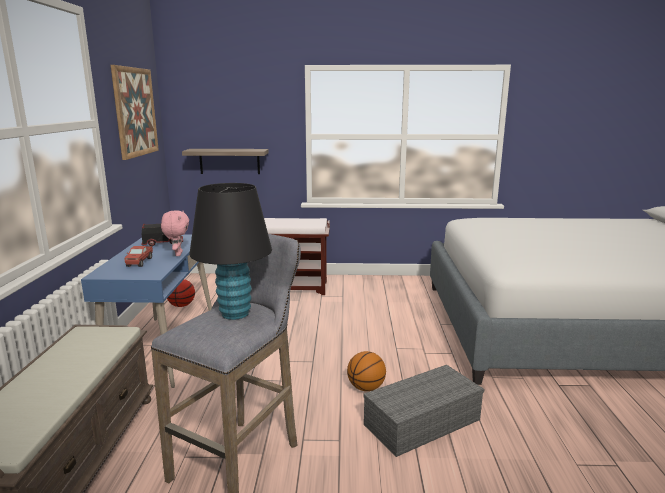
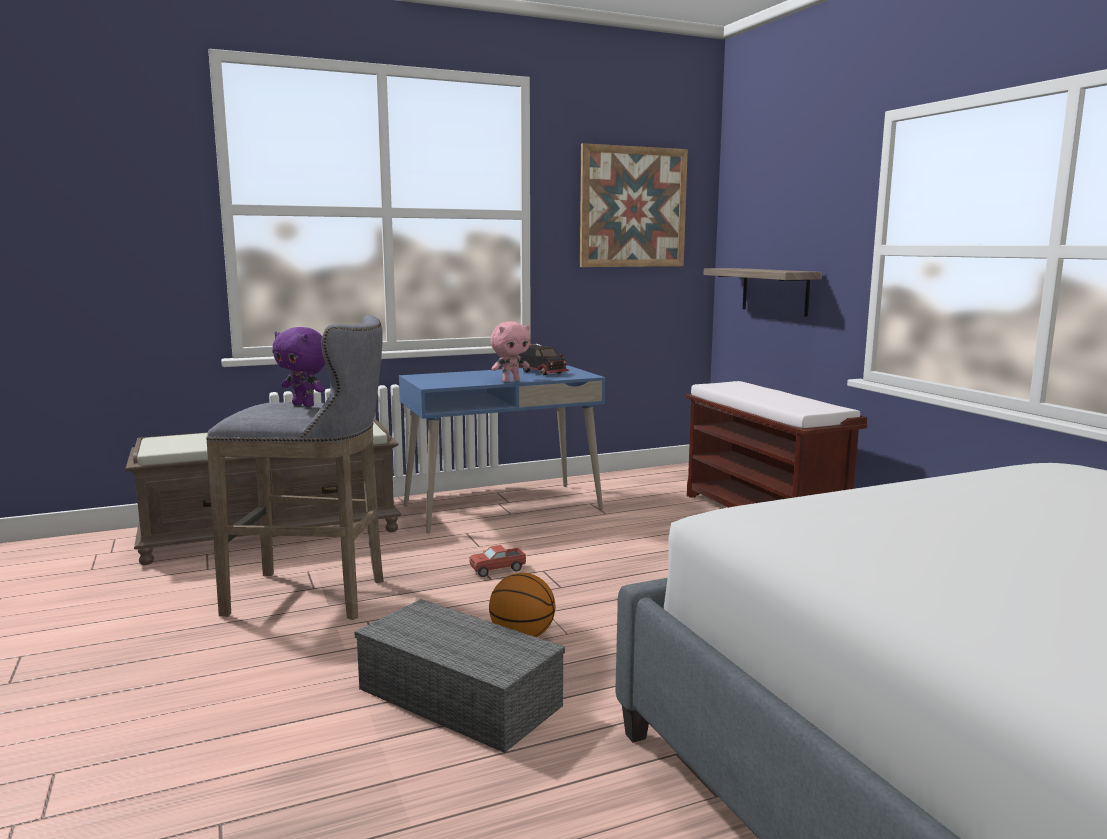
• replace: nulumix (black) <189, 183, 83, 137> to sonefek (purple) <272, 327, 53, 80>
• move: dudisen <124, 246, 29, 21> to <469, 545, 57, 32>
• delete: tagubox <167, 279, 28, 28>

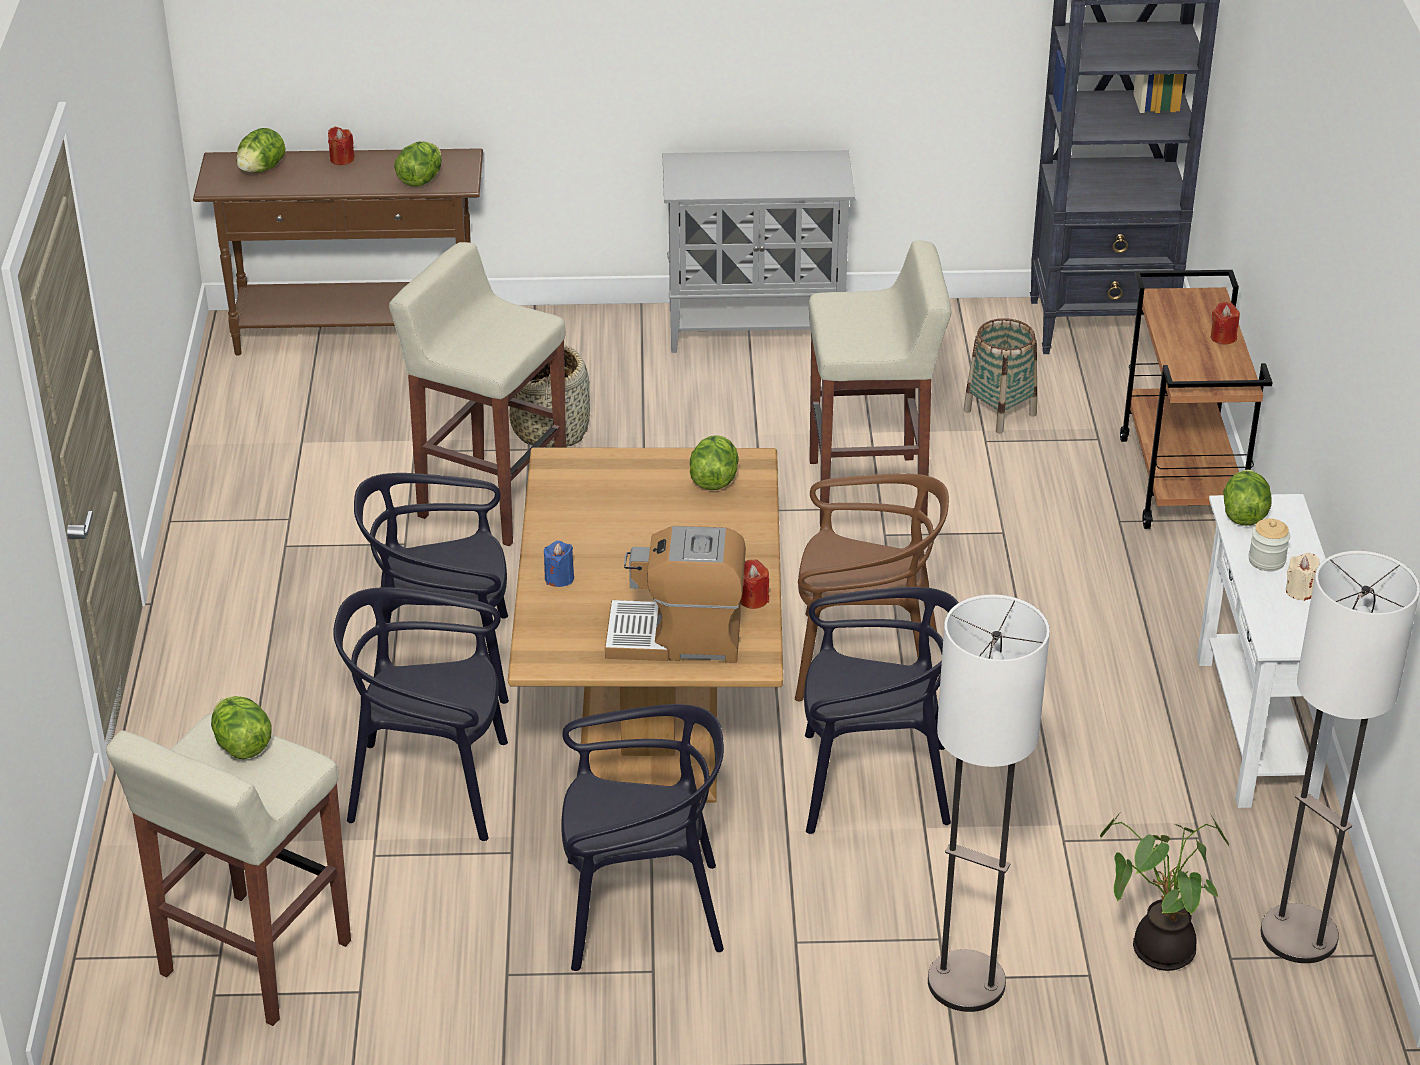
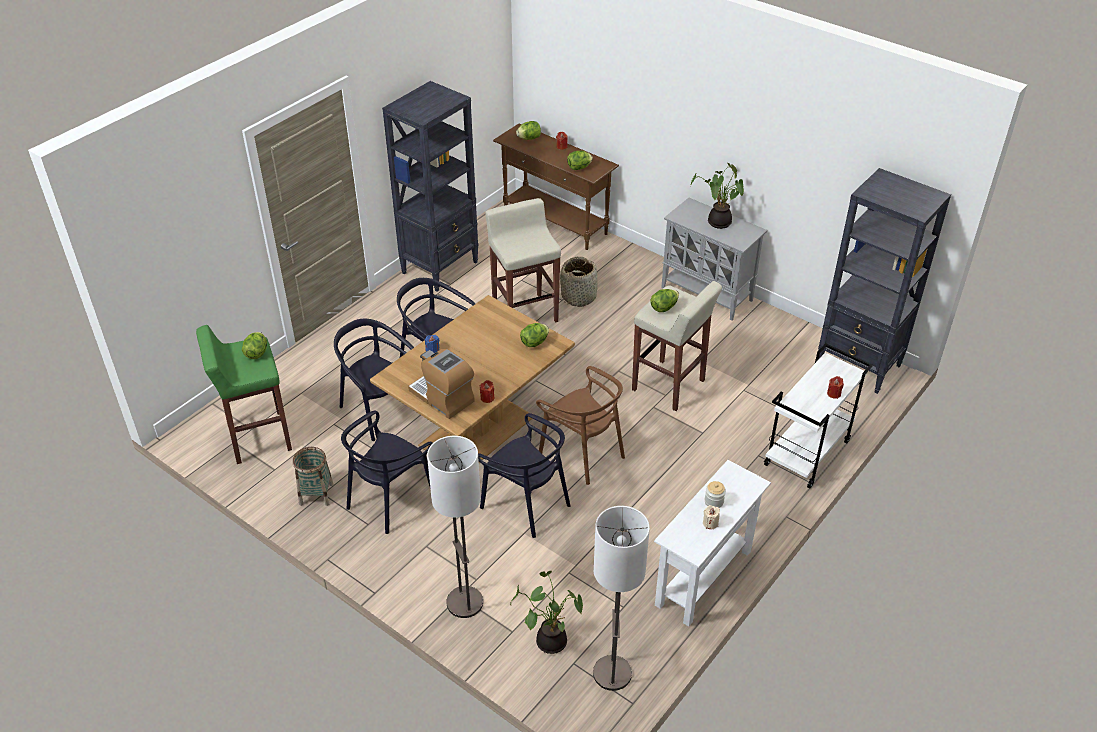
• recolor: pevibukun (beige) <106, 713, 245, 313> to pevibukun (green) <196, 325, 96, 139>
• move: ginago <963, 318, 74, 115> to <292, 447, 42, 59>
• rotate: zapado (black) <561, 704, 163, 267> = <341, 411, 92, 123> 90 degrees clockwise
• insert: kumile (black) <382, 81, 97, 210>
• move: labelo <1223, 470, 49, 56> to <650, 289, 29, 23>
• insert: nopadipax <690, 163, 54, 66>
• recolor: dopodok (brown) <1120, 270, 153, 259> to dopodok (white) <764, 343, 109, 146>

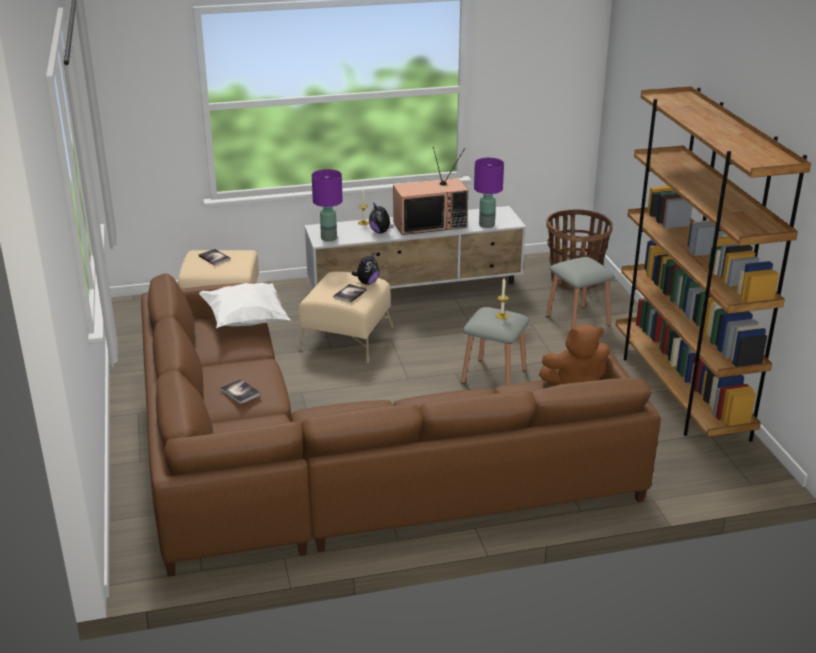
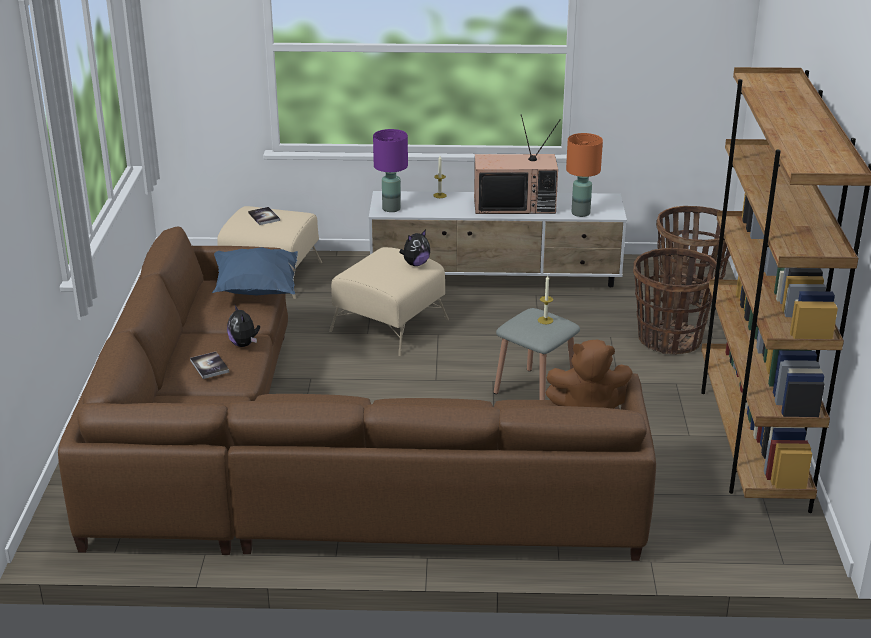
• recolor: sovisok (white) <199, 283, 92, 45> to sovisok (blue) <212, 247, 86, 48>
• move: sonefek <369, 203, 25, 30> to <227, 305, 33, 42>
• recolor: nulumix (purple) <474, 158, 30, 70> to nulumix (orange) <566, 133, 37, 84>
• replace: pevibukun (grey) <546, 257, 69, 72> to ginago <633, 248, 87, 106>
• delete: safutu <333, 284, 34, 19>

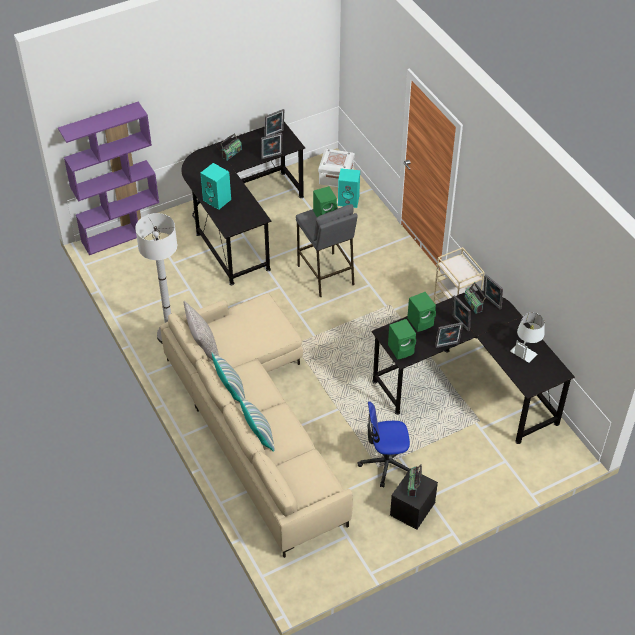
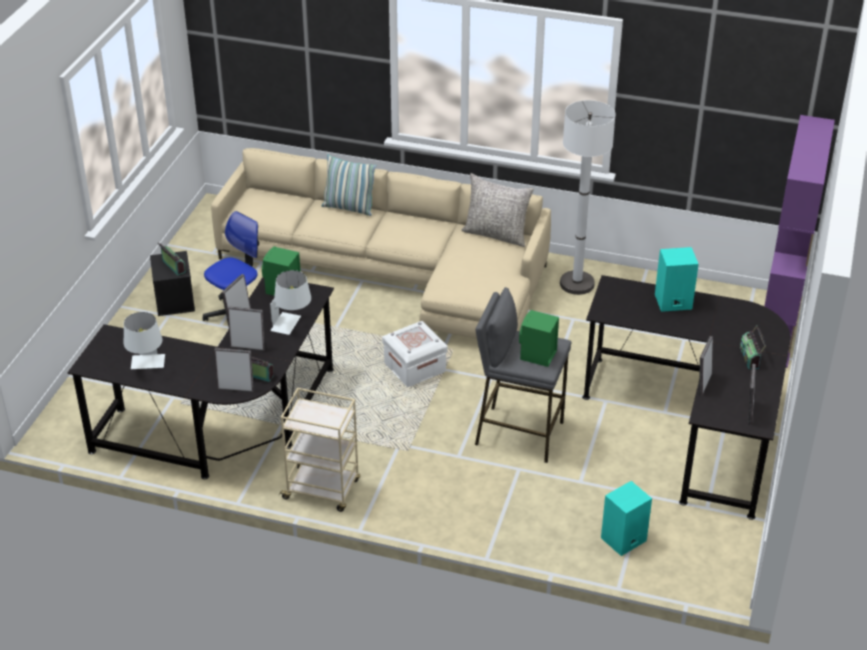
• replace: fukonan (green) <407, 292, 29, 40> to nulumix (white) <270, 270, 41, 65>
• move: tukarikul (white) <318, 149, 37, 38> to <382, 321, 66, 66>
• delete: sovisok <212, 352, 34, 50>

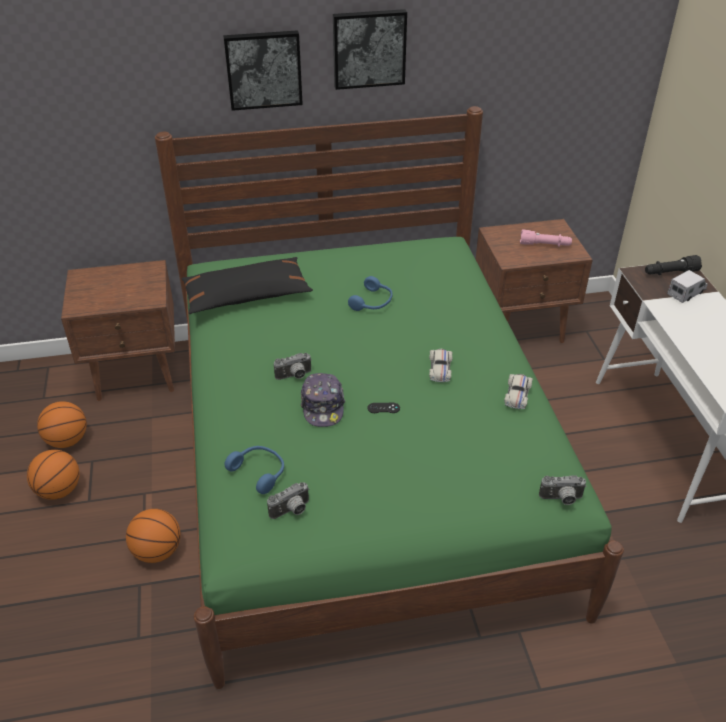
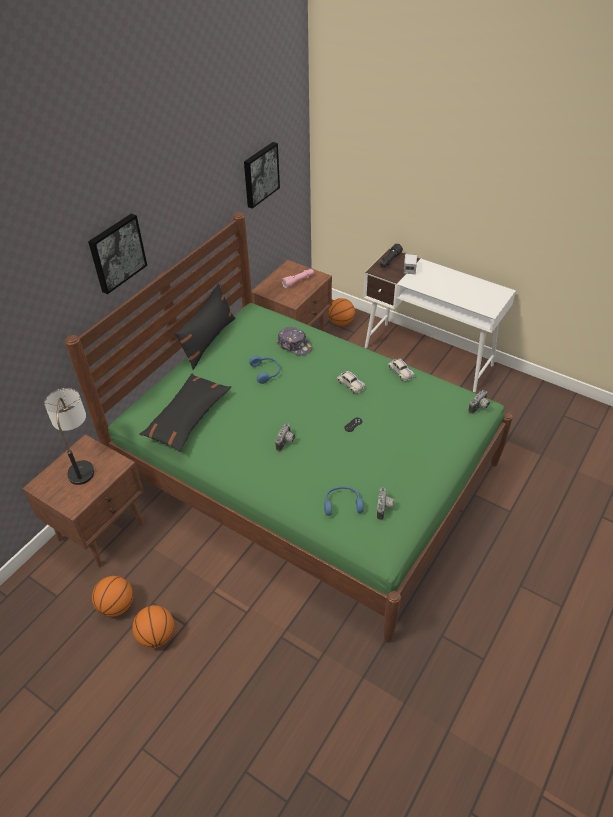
• insert: nulumix <44, 388, 50, 97>
• insert: sovisok (black) <175, 283, 60, 87>
• move: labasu <333, 9, 74, 81> to <244, 142, 36, 67>
• move: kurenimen <301, 373, 44, 54> to <277, 327, 36, 29>
• move: tagubox <126, 509, 55, 54> to <327, 298, 28, 28>

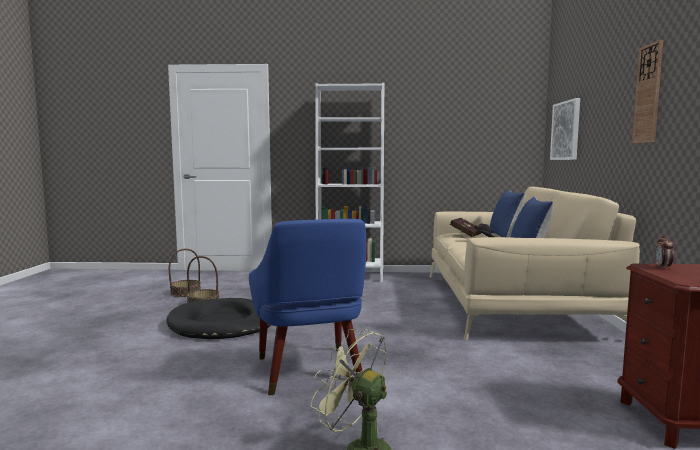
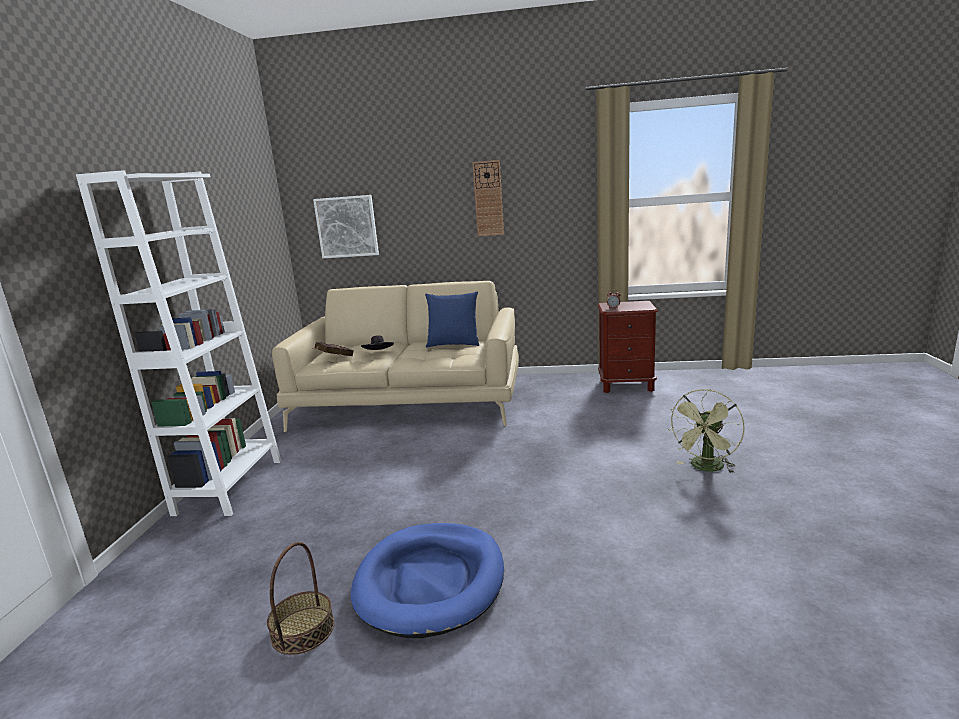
• recolor: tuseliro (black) <166, 298, 105, 41> to tuseliro (blue) <351, 523, 153, 115>
• delete: ginago <169, 249, 32, 48>
• delete: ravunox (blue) <249, 219, 118, 176>
• delete: sovisok (blue) <490, 189, 35, 48>

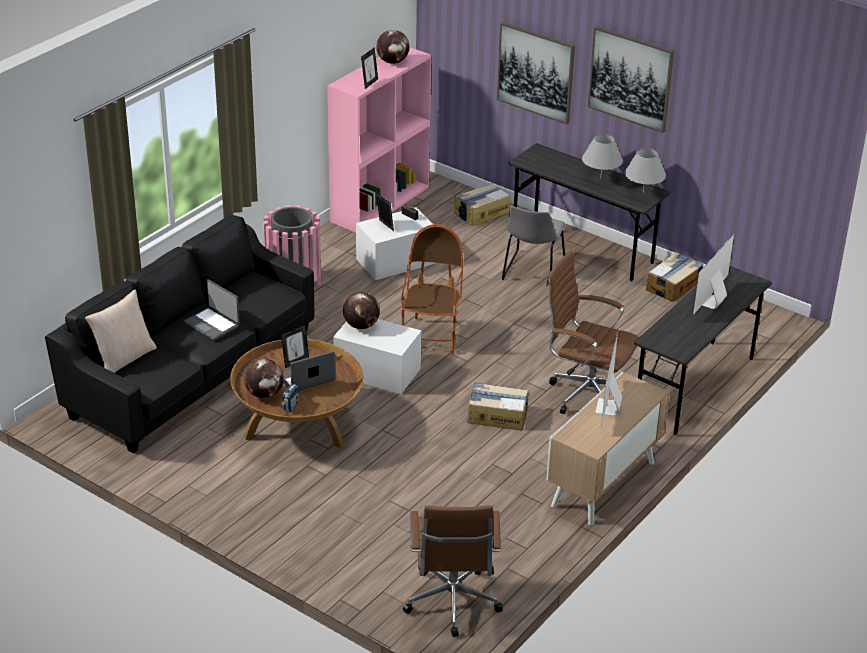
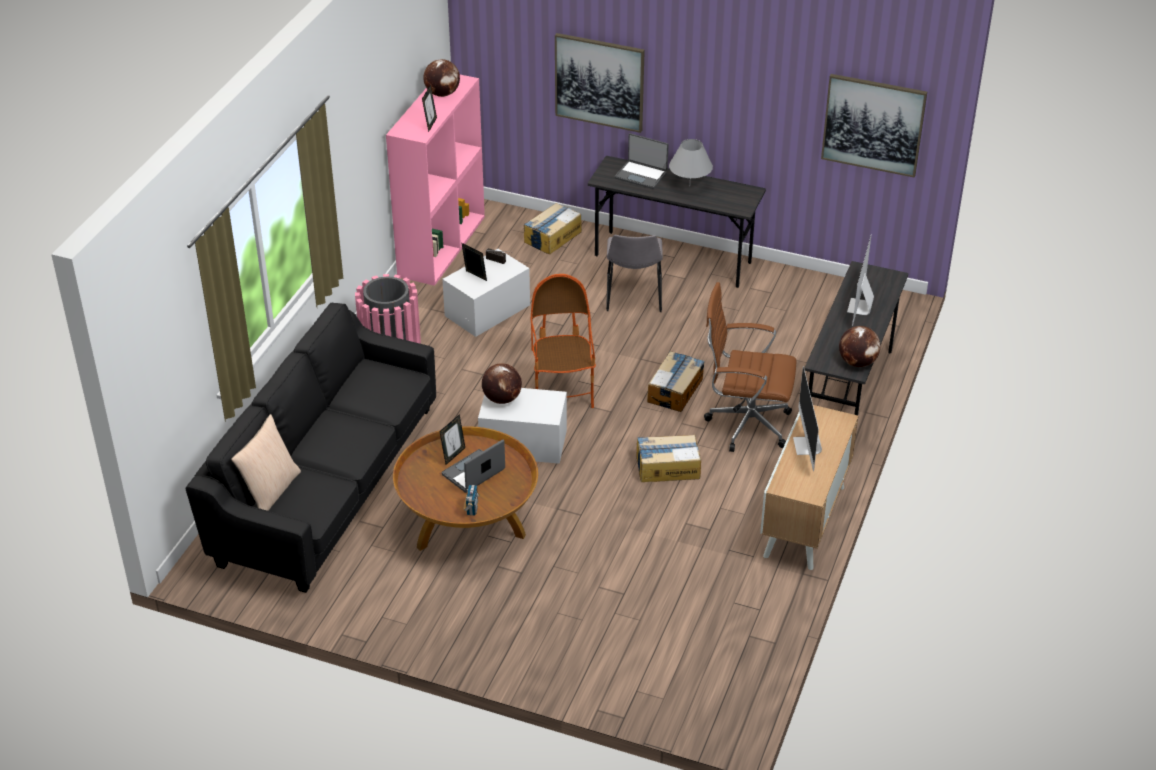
• move: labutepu <184, 279, 56, 62> to <615, 133, 54, 56>
• move: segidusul <646, 252, 58, 50> to <647, 351, 58, 61>
• move: labasu <588, 26, 86, 107> to <821, 74, 106, 103>
• move: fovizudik <244, 359, 40, 39> to <839, 326, 41, 41>
• delete: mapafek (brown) <403, 505, 100, 132>
• delete: nulumix (grey) <624, 148, 42, 46>

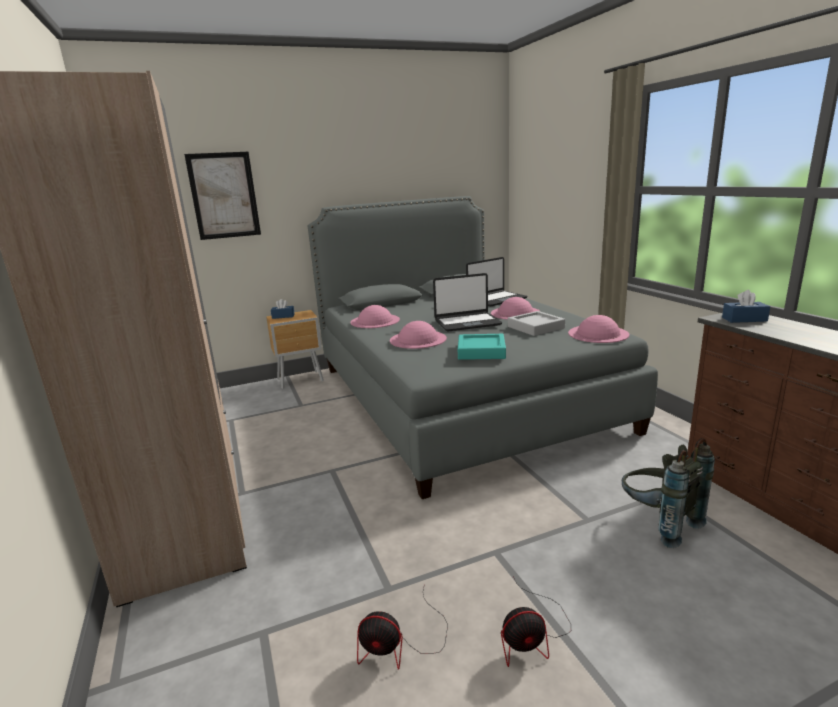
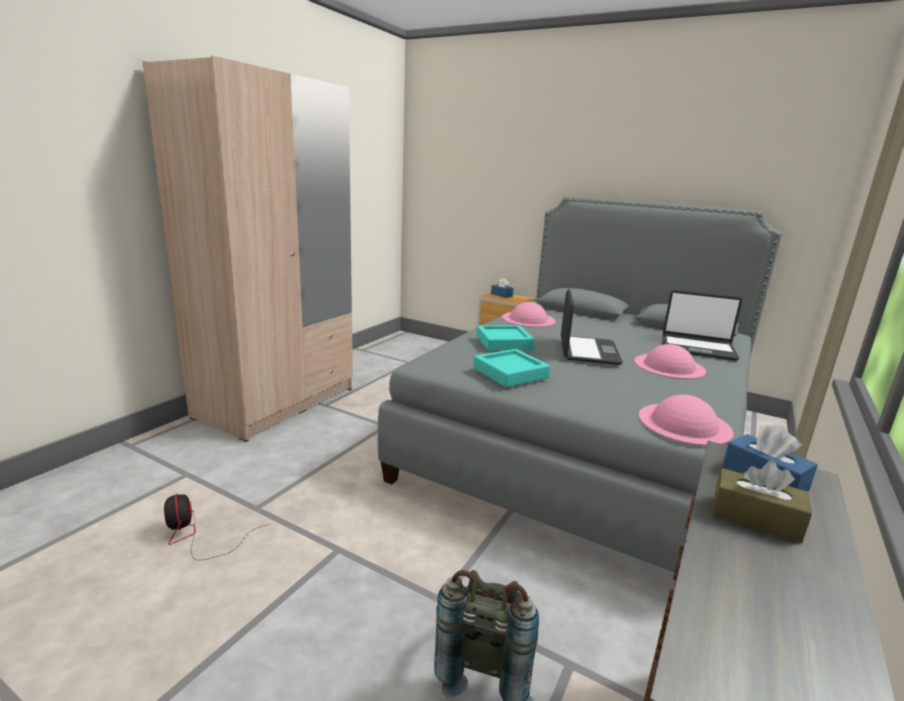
• replace: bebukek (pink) <390, 321, 57, 28> to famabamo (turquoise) <476, 325, 59, 26>
• rotate: labutepu <433, 273, 69, 58> = <561, 289, 62, 76> 120 degrees counterclockwise
• insert: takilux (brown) <712, 461, 100, 82>
• delete: labasu <184, 152, 77, 88>
• delete: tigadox <501, 579, 70, 88>
• delete: famabamo (grey) <508, 311, 57, 25>

